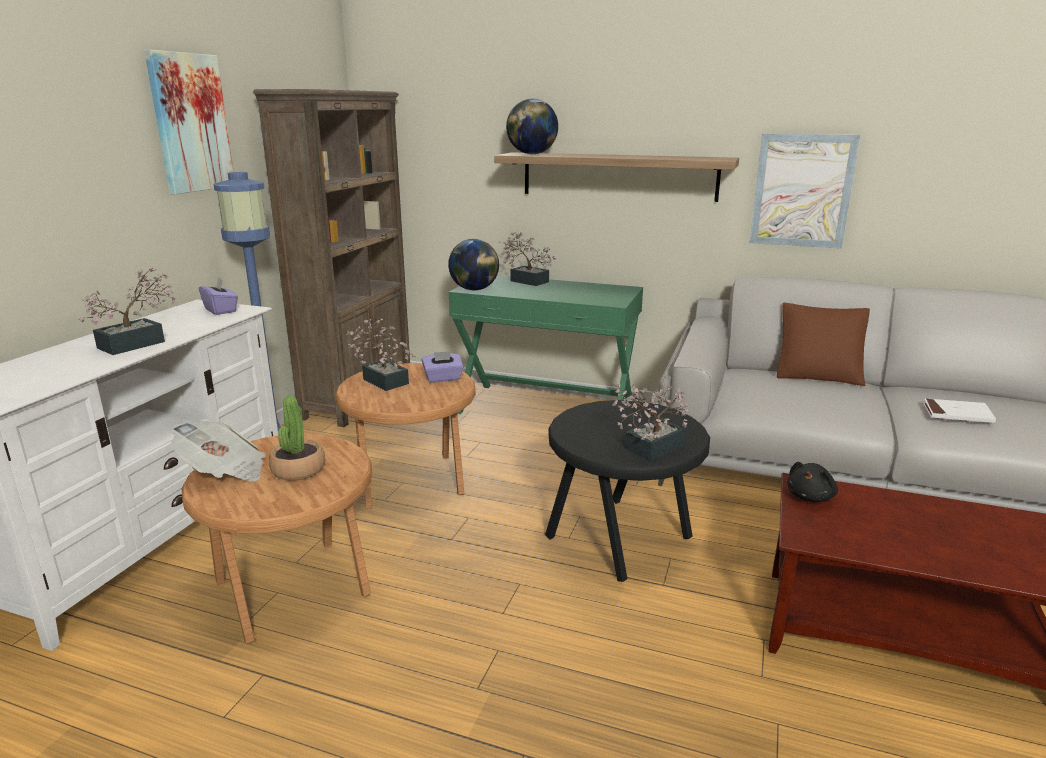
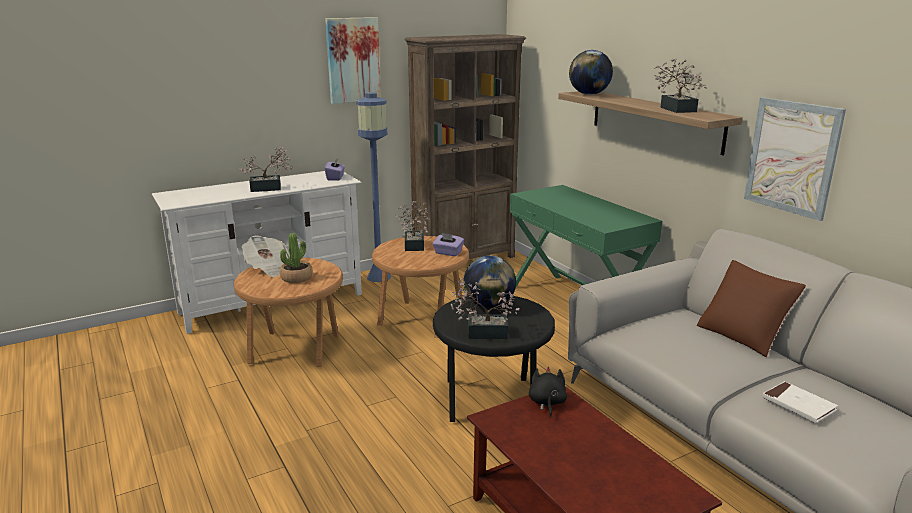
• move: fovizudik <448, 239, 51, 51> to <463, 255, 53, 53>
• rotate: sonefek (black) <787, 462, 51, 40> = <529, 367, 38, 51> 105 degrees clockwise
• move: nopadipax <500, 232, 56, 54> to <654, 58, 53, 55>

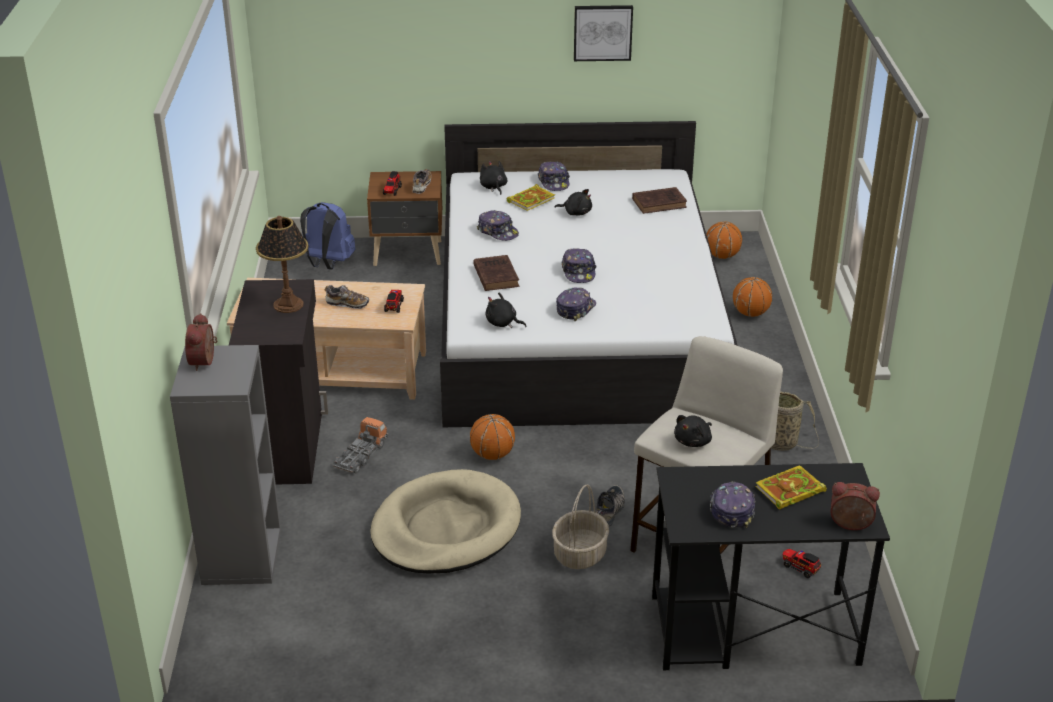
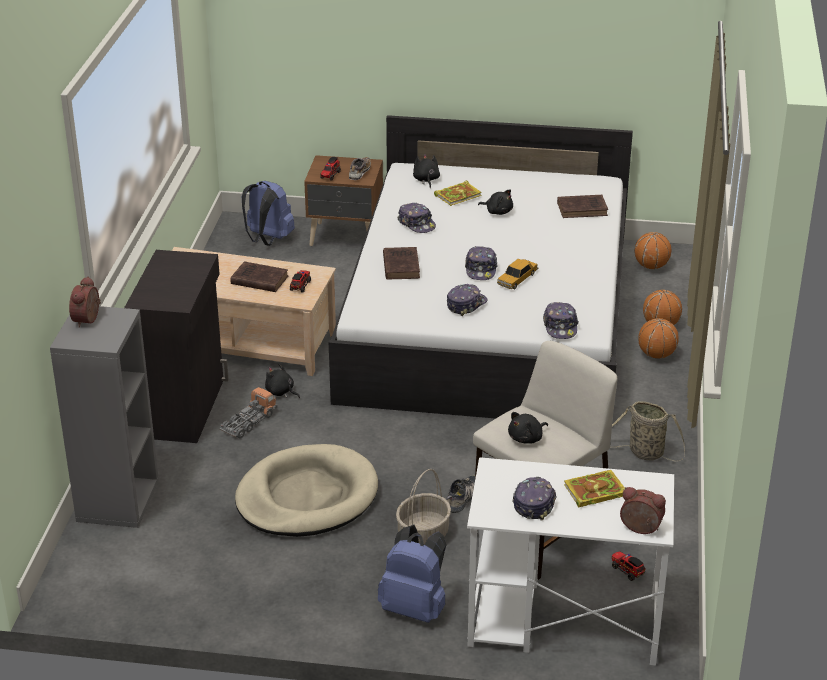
• replace: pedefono <324, 285, 45, 24> to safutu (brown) <230, 261, 58, 31>
• move: sonefek (black) <486, 292, 41, 36> to <265, 364, 35, 34>
• insert: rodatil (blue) <378, 525, 68, 98>
• recolor: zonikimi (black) <652, 463, 238, 207> to zonikimi (white) <467, 457, 207, 209>
• insert: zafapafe <497, 259, 41, 30>
• move: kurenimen <538, 162, 32, 29> to <543, 302, 36, 37>
• move: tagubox <470, 414, 45, 46> to <638, 318, 41, 41>
• delete: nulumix <256, 216, 53, 97>
• delete: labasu <574, 5, 59, 56>

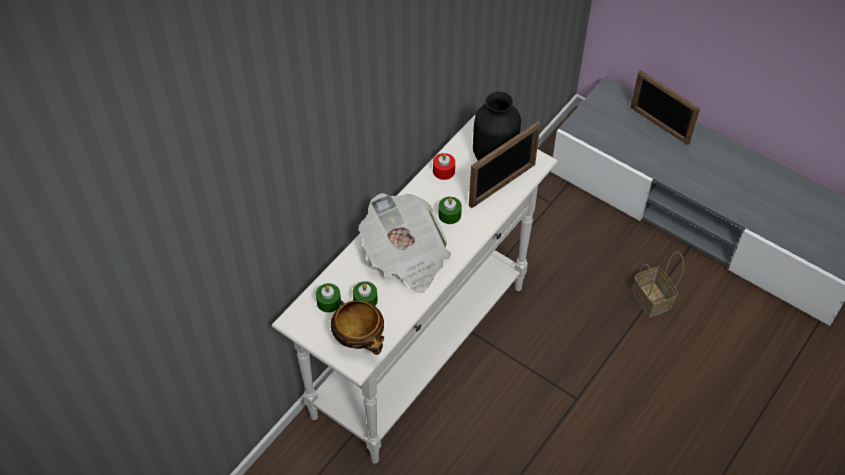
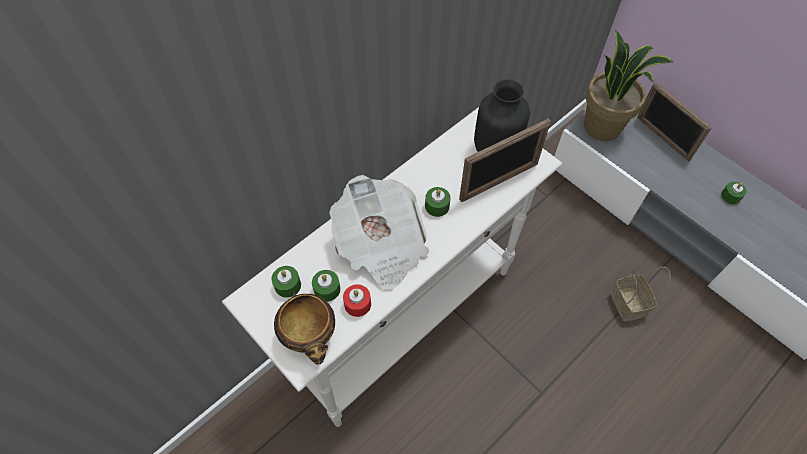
• move: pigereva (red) <433, 153, 22, 27> to <343, 284, 28, 33>
• insert: nopadipax <584, 30, 89, 111>
• insert: pigereva (green) <721, 181, 26, 23>

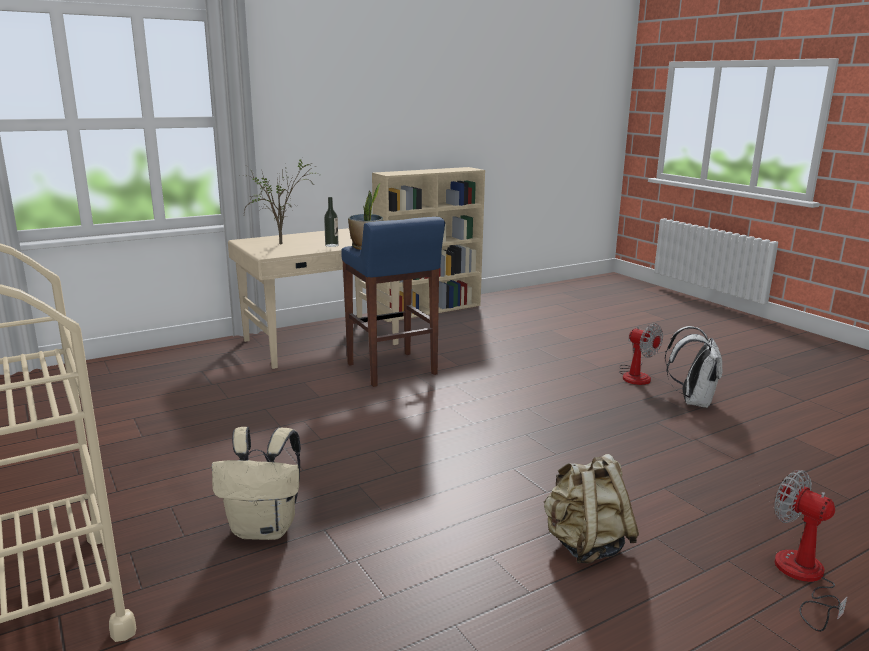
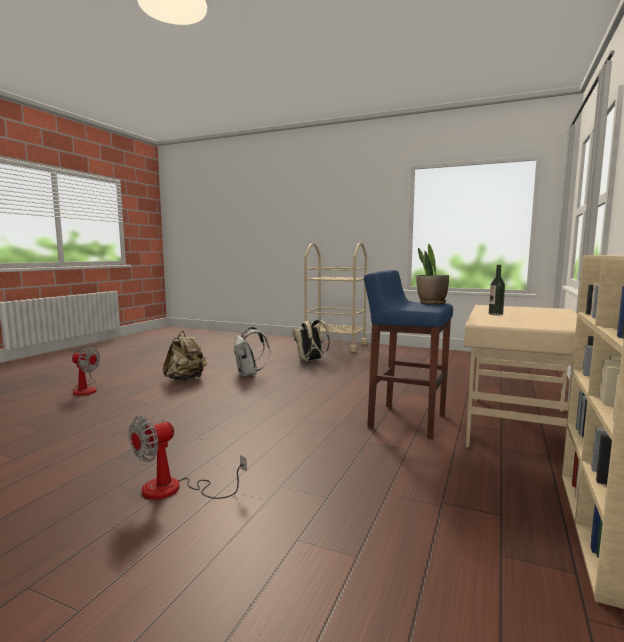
• rotate: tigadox <619, 323, 44, 62> = <129, 416, 118, 84> 60 degrees counterclockwise
• move: rodatil (white) <665, 326, 57, 82> to <234, 327, 36, 50>
• delete: nopadipax <244, 160, 77, 85>

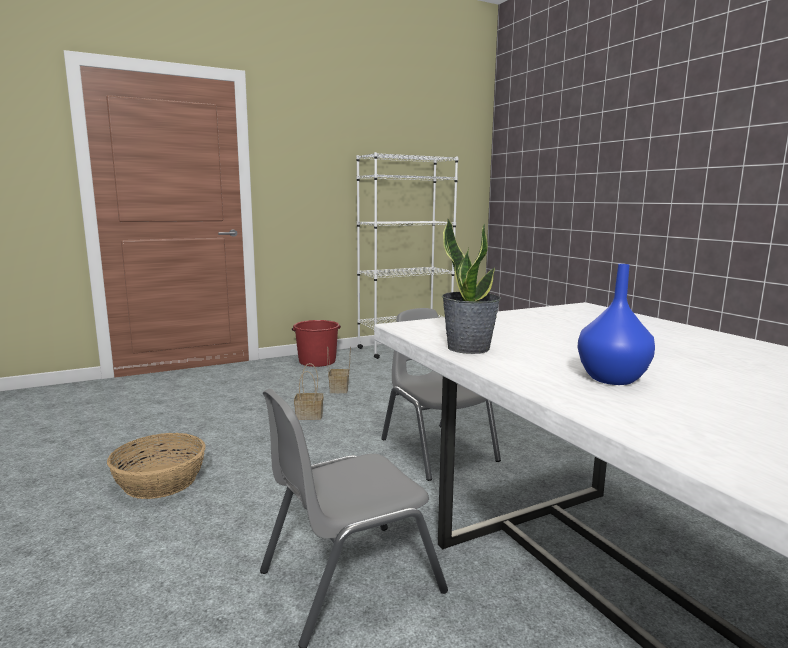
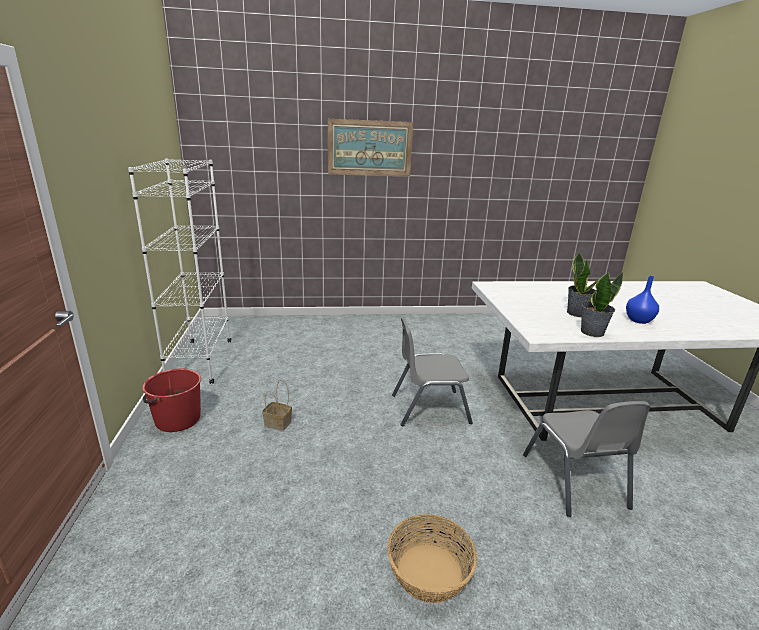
• insert: labasu <328, 119, 85, 58>
• insert: nopadipax <567, 252, 31, 65>
• delete: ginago <294, 363, 29, 57>

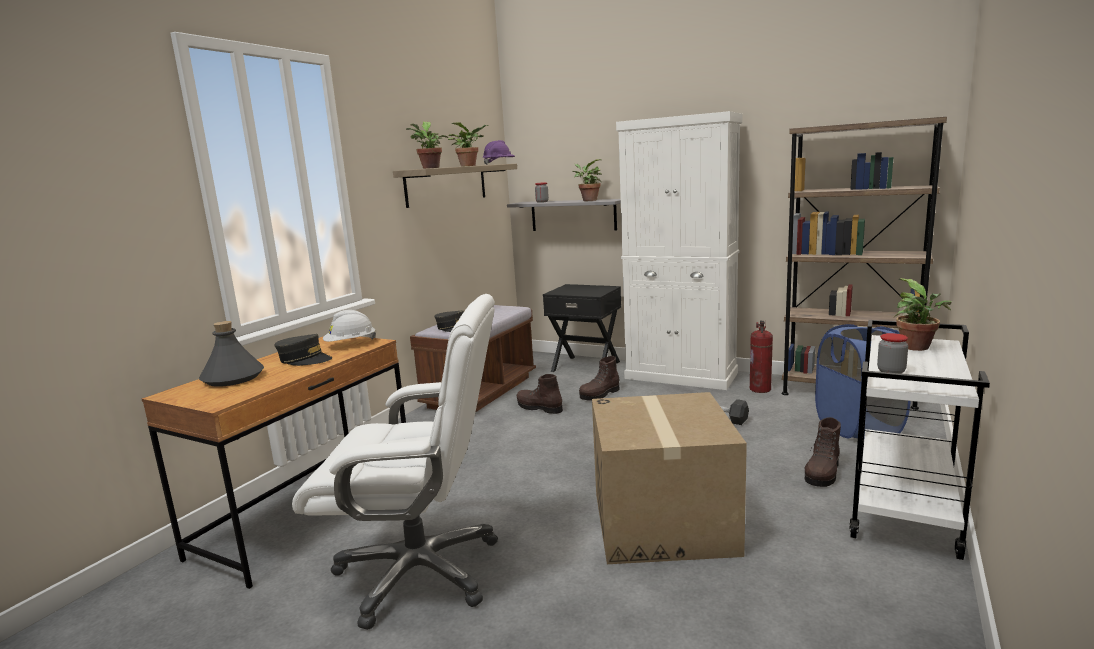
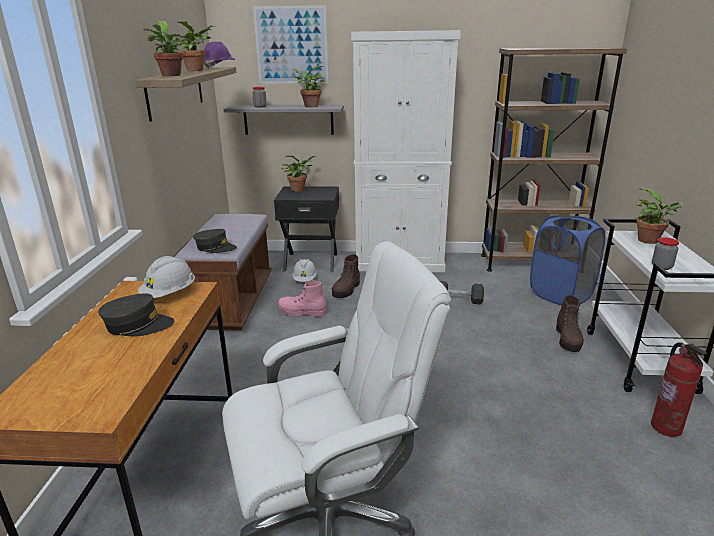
• insert: labasu <253, 5, 76, 79>
• recolor: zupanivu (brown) <517, 374, 46, 40> to zupanivu (pink) <278, 281, 49, 36>
• insert: nopadipax <281, 155, 35, 36>
• insert: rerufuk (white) <292, 259, 25, 23>
• move: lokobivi <750, 321, 23, 72> to <651, 342, 56, 95>
• delete: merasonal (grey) <199, 321, 65, 66>
• delete: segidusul <592, 392, 155, 172>

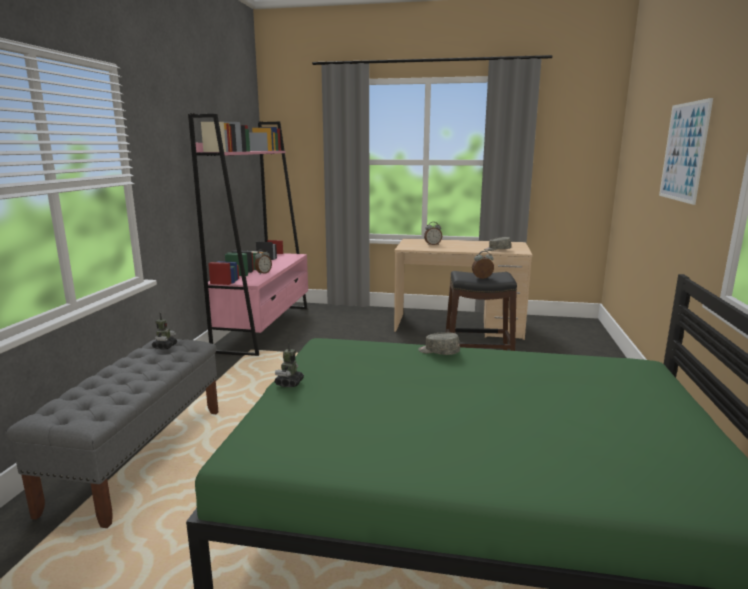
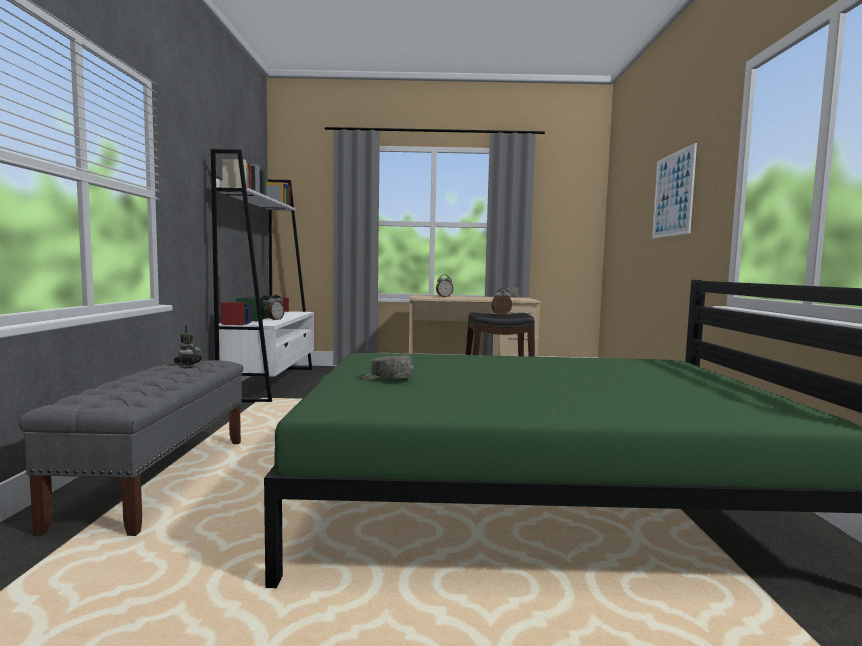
• recolor: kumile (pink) <188, 113, 120, 243> to kumile (white) <211, 149, 103, 254>
• move: kurenimen (grey) <418, 332, 42, 23> to <362, 355, 52, 25>
• delete: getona <275, 342, 29, 45>

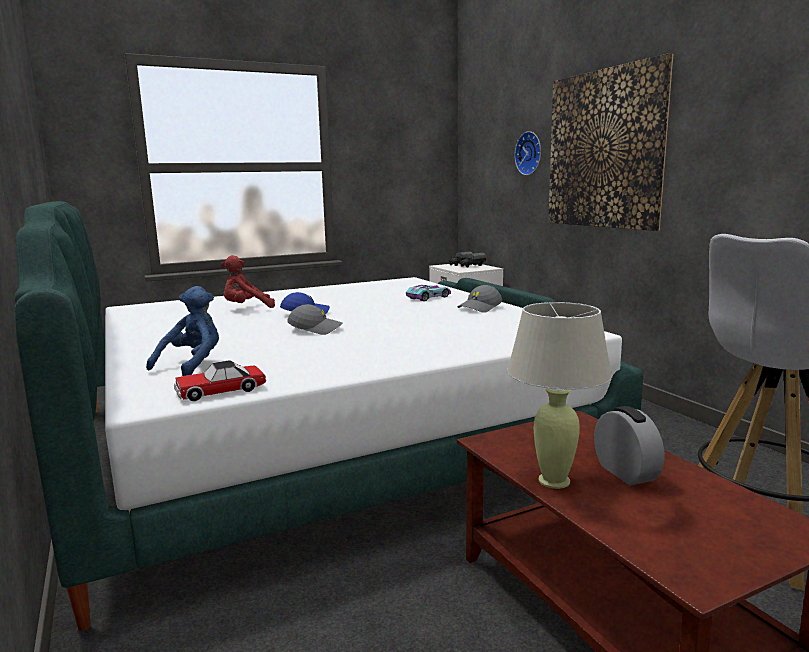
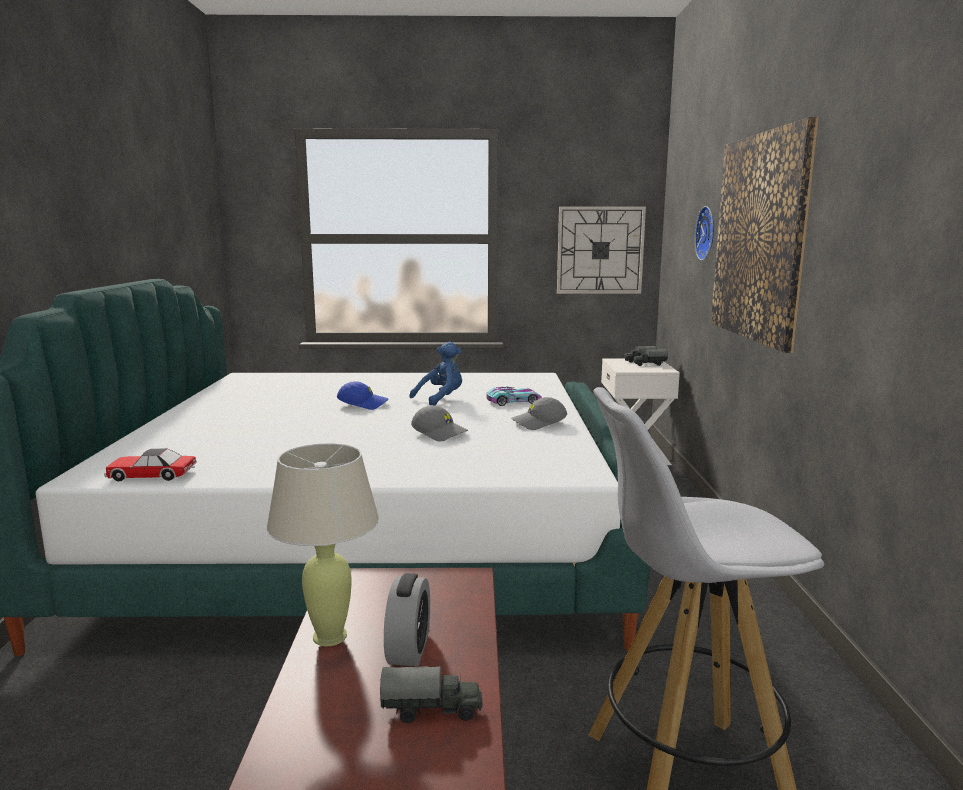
• insert: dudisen <380, 667, 102, 56>
• move: sonefek (blue) <146, 286, 73, 90> to <409, 342, 53, 63>
• move: kurenimen (grey) <287, 304, 56, 31> to <411, 405, 57, 37>
• insert: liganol <557, 206, 89, 88>
• delete: sonefek (red) <221, 255, 54, 53>

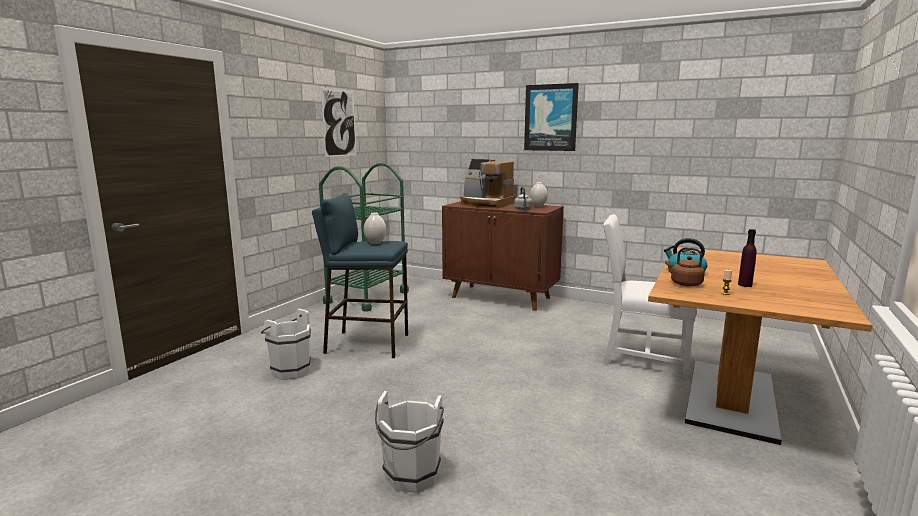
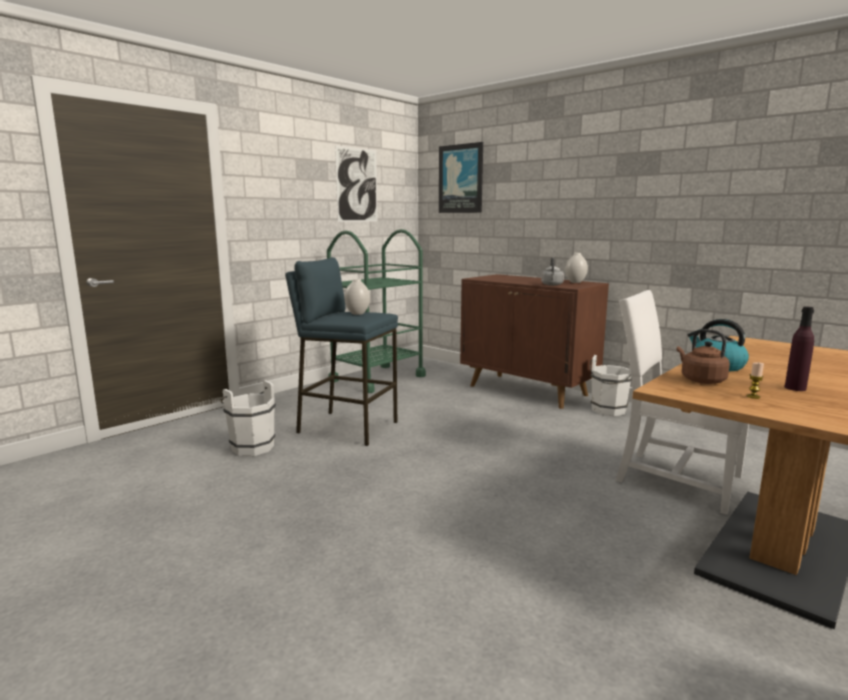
• move: labasu <524, 83, 55, 68> to <439, 142, 44, 71>
• move: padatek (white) <375, 391, 69, 101> to <590, 355, 42, 61>
• delete: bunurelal <460, 159, 55, 50>

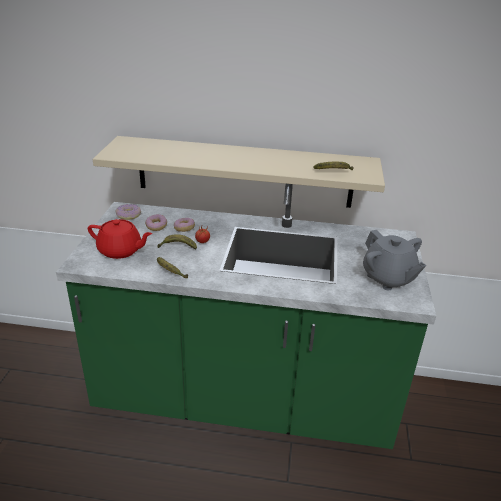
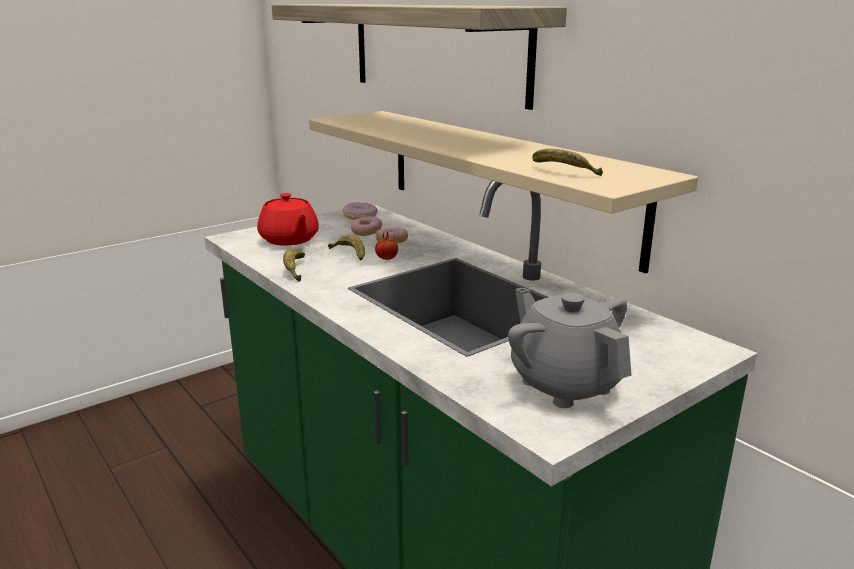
• insert: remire <272, 4, 295, 106>
• rotate: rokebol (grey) <363, 230, 63, 60> = <508, 287, 124, 121> 135 degrees clockwise

